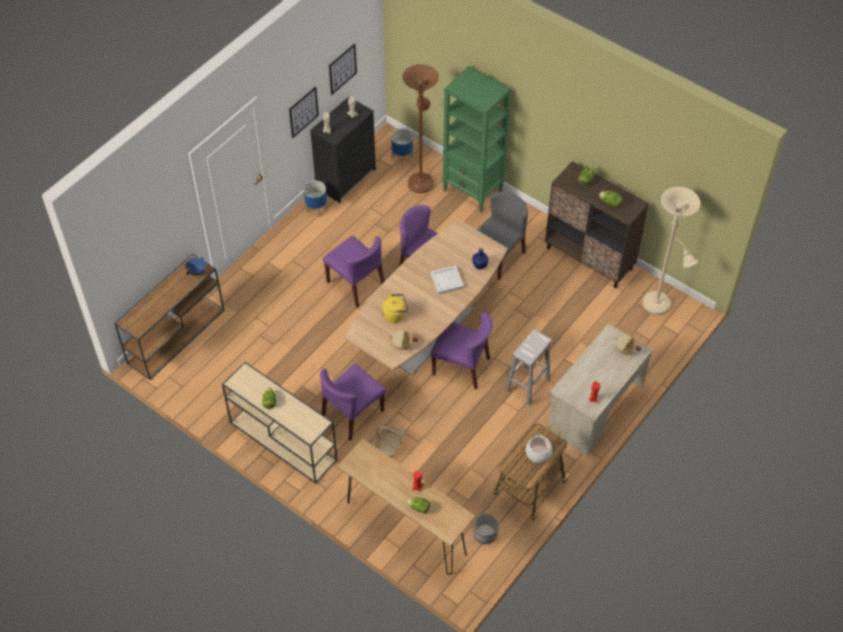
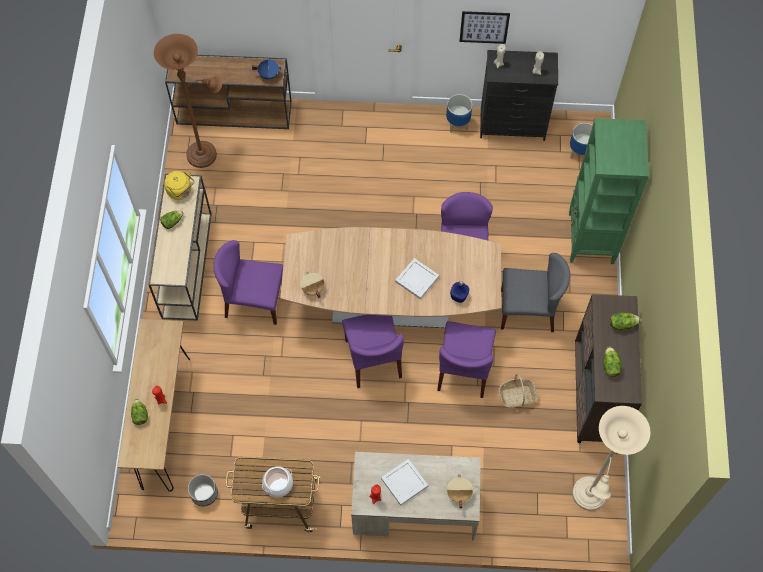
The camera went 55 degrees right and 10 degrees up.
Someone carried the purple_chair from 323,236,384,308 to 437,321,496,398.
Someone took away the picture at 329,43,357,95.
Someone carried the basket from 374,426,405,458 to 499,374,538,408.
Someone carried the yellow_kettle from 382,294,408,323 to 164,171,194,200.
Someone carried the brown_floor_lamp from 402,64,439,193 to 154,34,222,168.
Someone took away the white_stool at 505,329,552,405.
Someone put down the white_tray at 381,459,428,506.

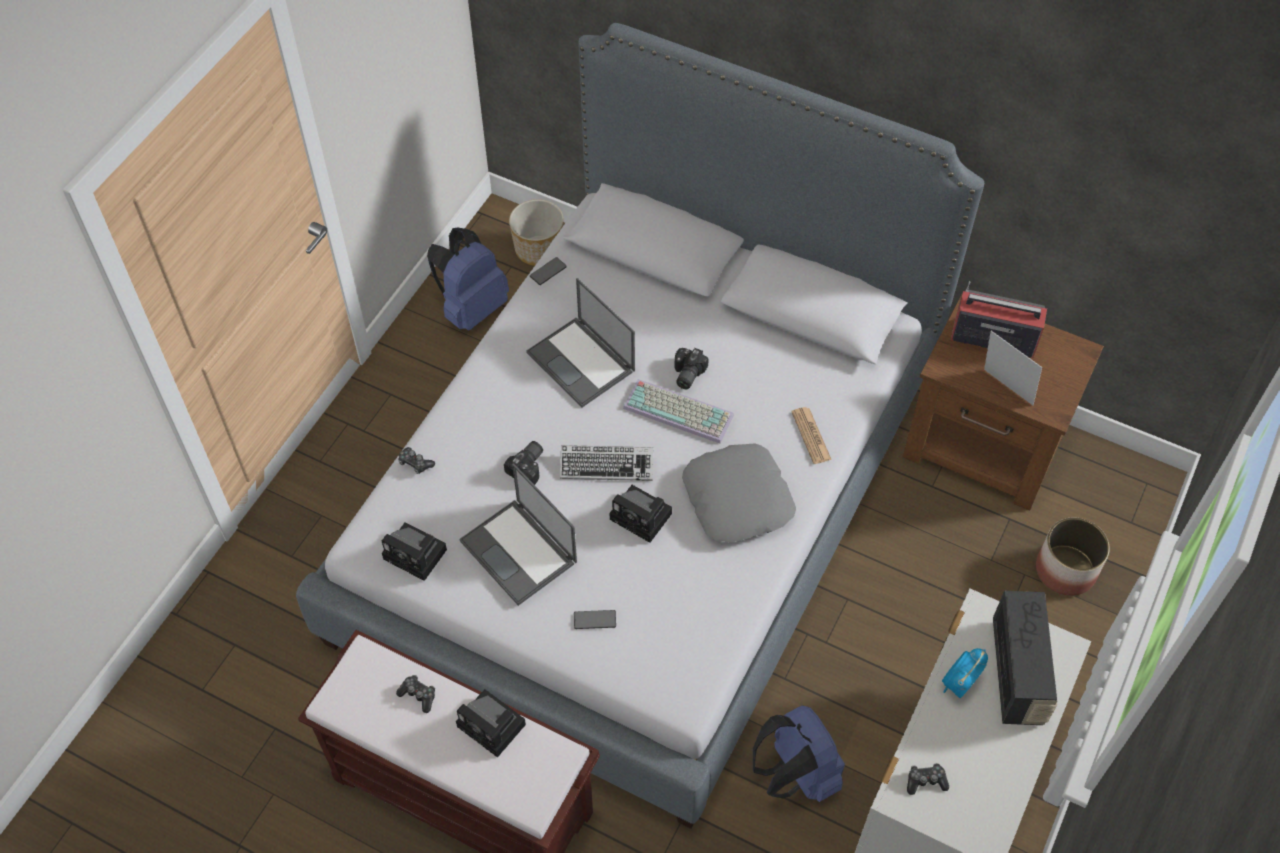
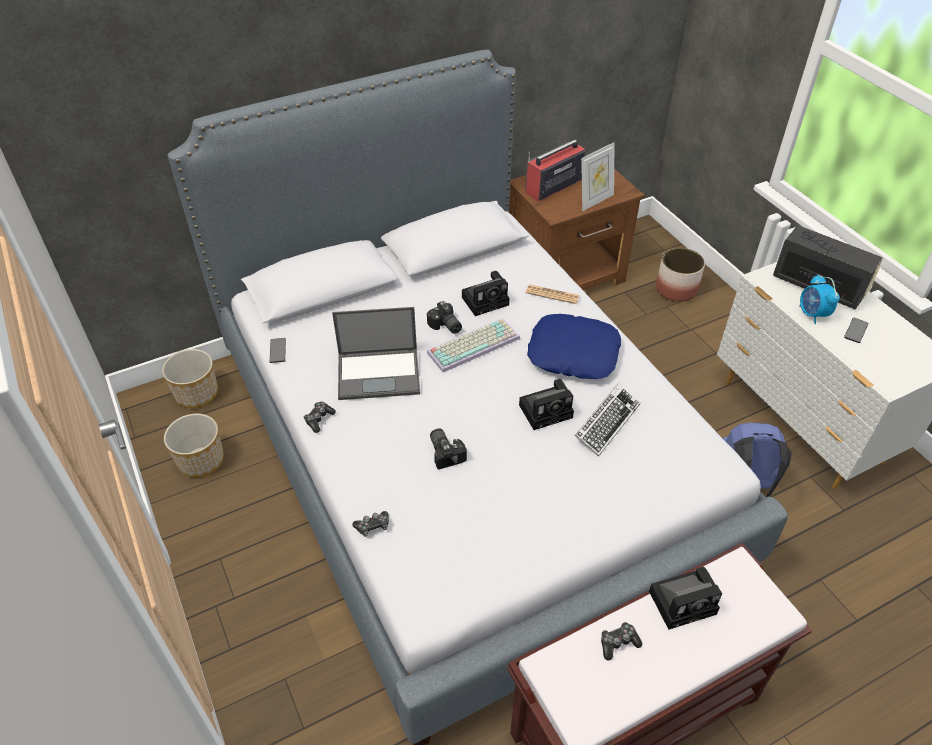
The camera went 55 degrees left and 10 degrees down.
Someone carried the photo_camera from 382,522,447,581 to 462,271,510,316.
Someone swapped the blue_backpack at 427,228,509,331 for the planter at 164,413,224,478.
Someone took away the laptop at 459,463,577,606.
Someone carried the keyboard from 560,445,653,481 to 574,383,641,457.
Someone carried the phone from 574,610,616,629 to 844,318,869,343.
Someone repainted the grey_pillow at 682,443,796,542, which became the blue_pillow at 527,314,621,379.
Someone carried the game_controller from 907,763,949,795 to 304,402,336,433.
Someone rotated the picture_frame at 984,331,1042,405 by 150 degrees clockwise.

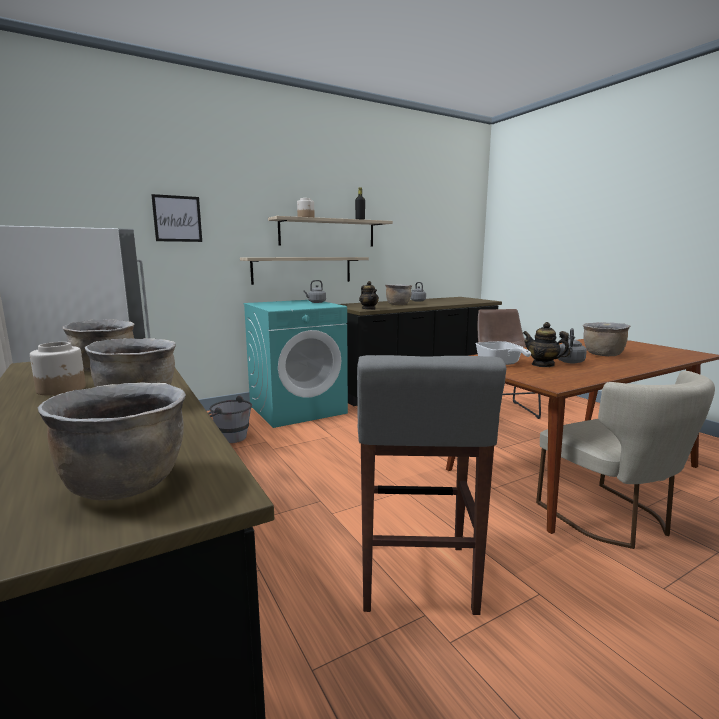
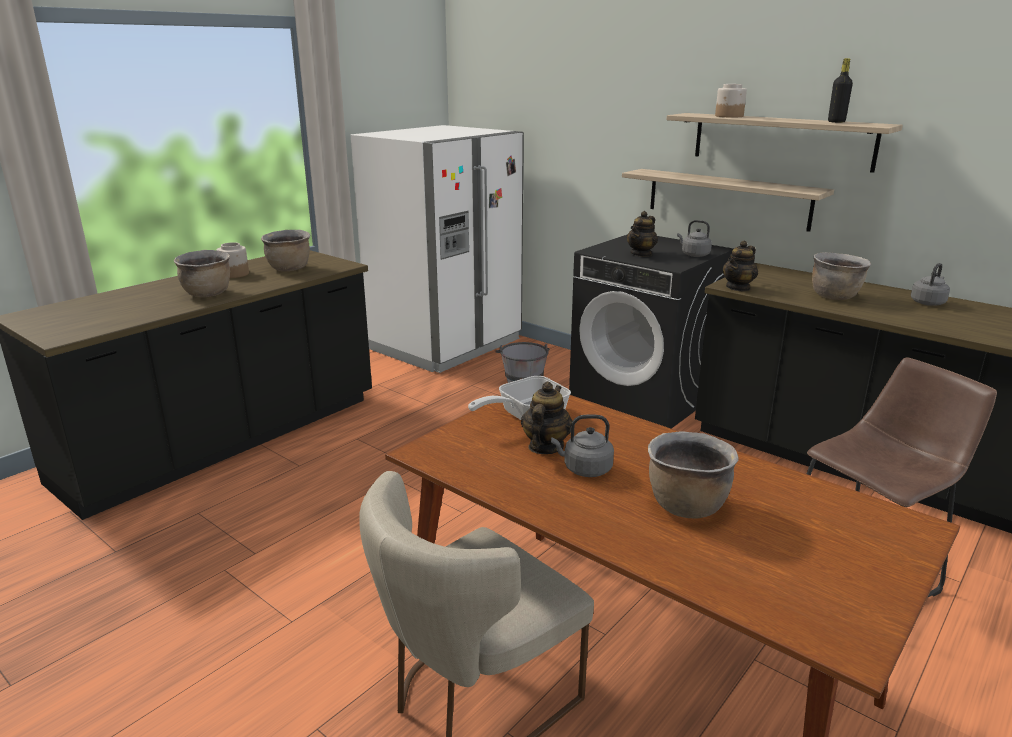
The camera went 70 degrees right and 10 degrees up.
Someone took away the brown_cooking_pot at 38,382,186,501.
Someone took away the picture at 151,194,202,242.
Someone repainted the turquoise_washing_machine at 243,300,348,428, which became the black_washing_machine at 569,235,733,428.
Someone took away the grey_stool at 357,355,506,615.
Someone put down the teapot at 627,211,658,257.

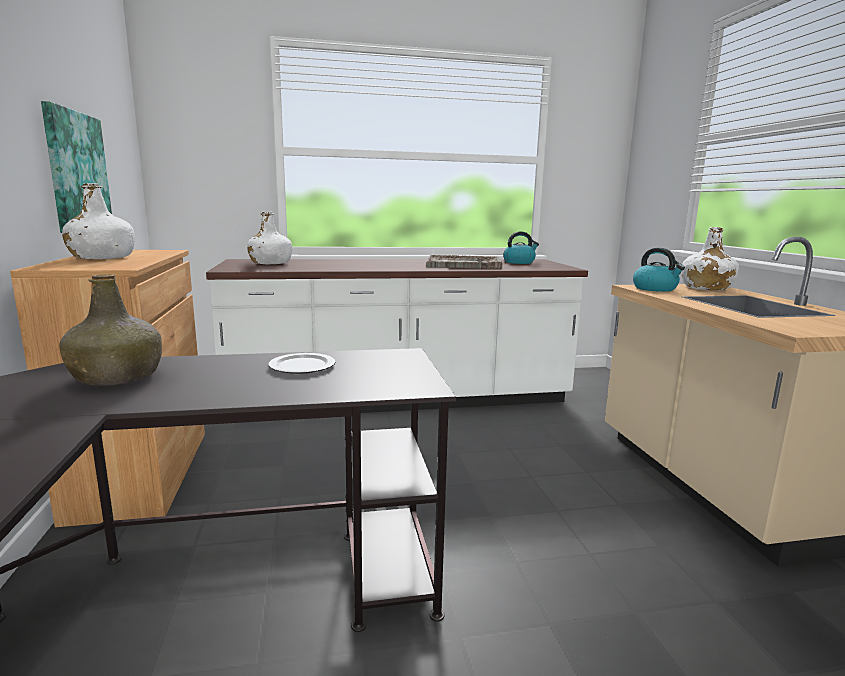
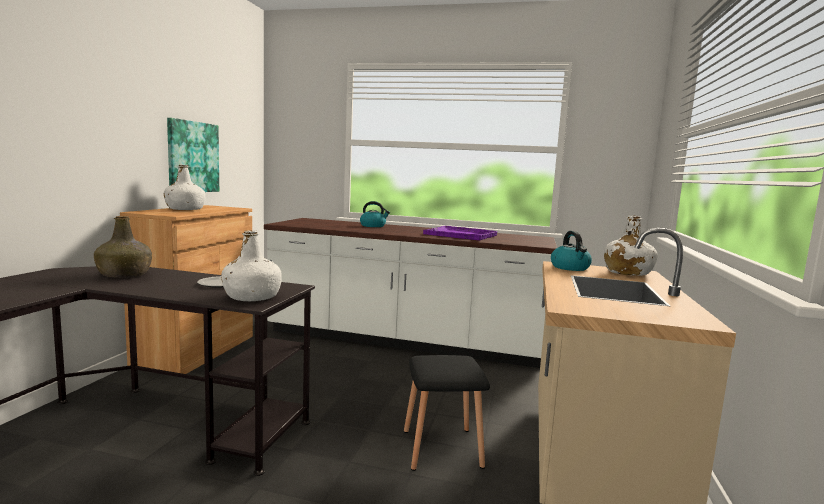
The camera went 25 degrees right and 5 degrees down.
Someone carried the white_bottle from 247,212,292,264 to 221,230,282,301.
Someone repainted the grey_tray at 427,255,503,269, which became the purple_tray at 423,226,497,240.
Someone carried the kettle from 503,231,539,264 to 360,201,390,227.
Someone put down the black_stool at 404,355,490,471.

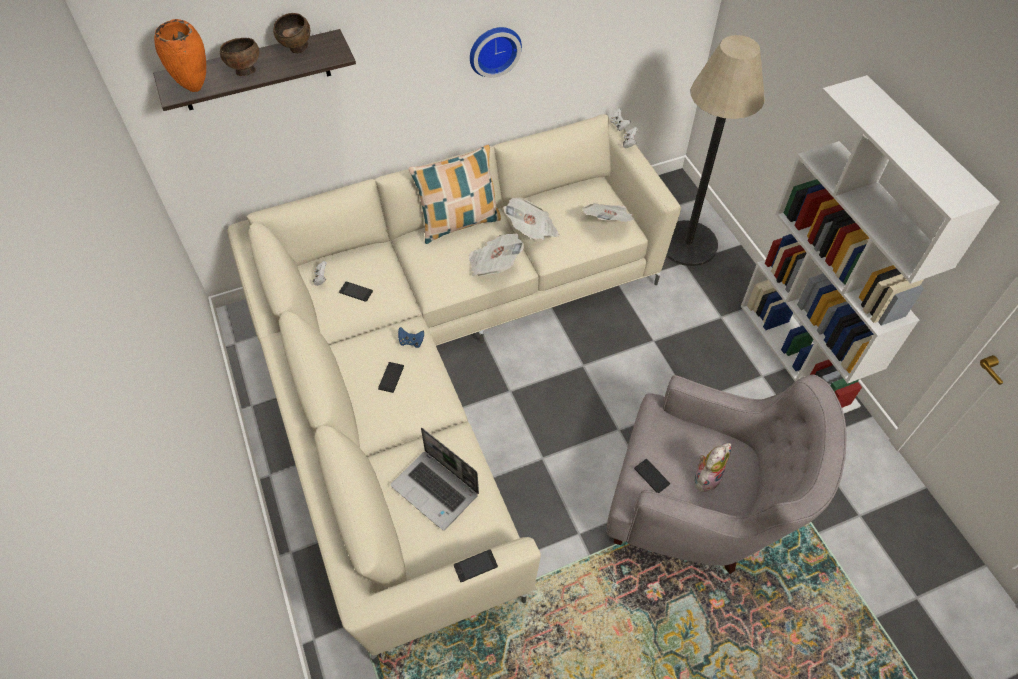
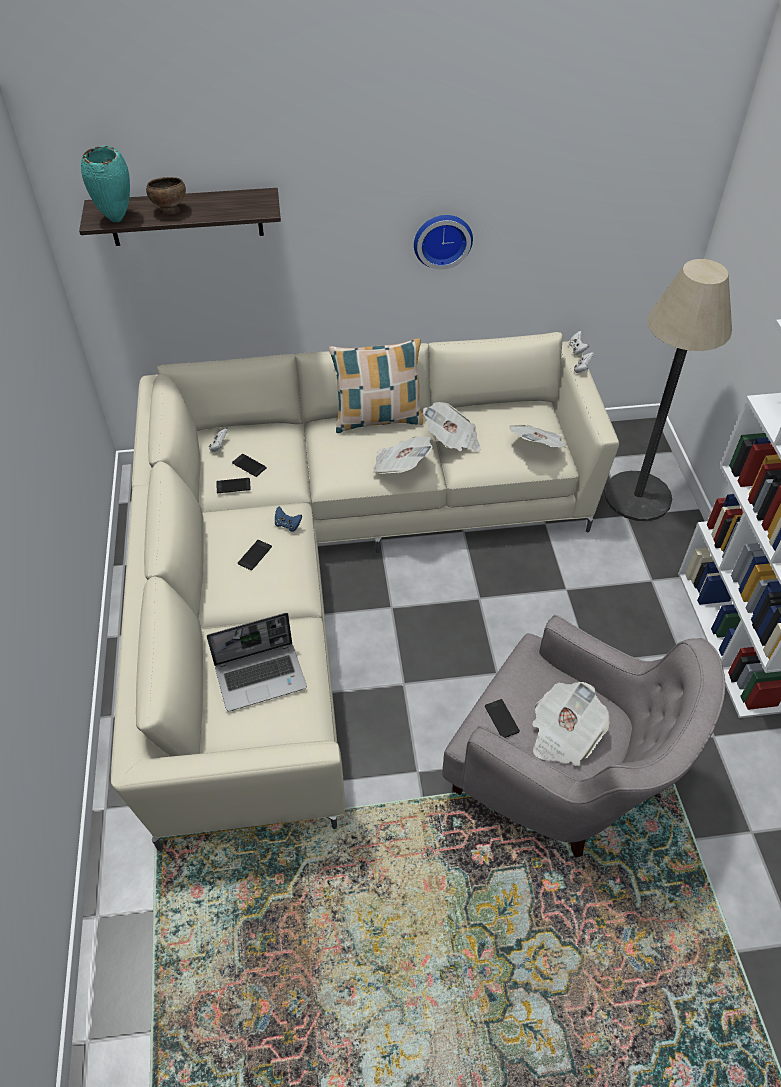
The camera went 15 degrees right and 5 degrees down.
Someone repainted the orange_vase at 154,19,206,92, which became the turquoise_vase at 81,145,130,222.
Someone took away the brown_bowl at 273,13,310,53.
Someone rotated the laptop at 391,427,479,530 by 75 degrees counterclockwise.
Someone carried the phone from 454,549,498,582 to 216,478,251,493.
Someone swapped the plush_toy at 694,443,731,492 for the newspaper at 532,682,610,766.

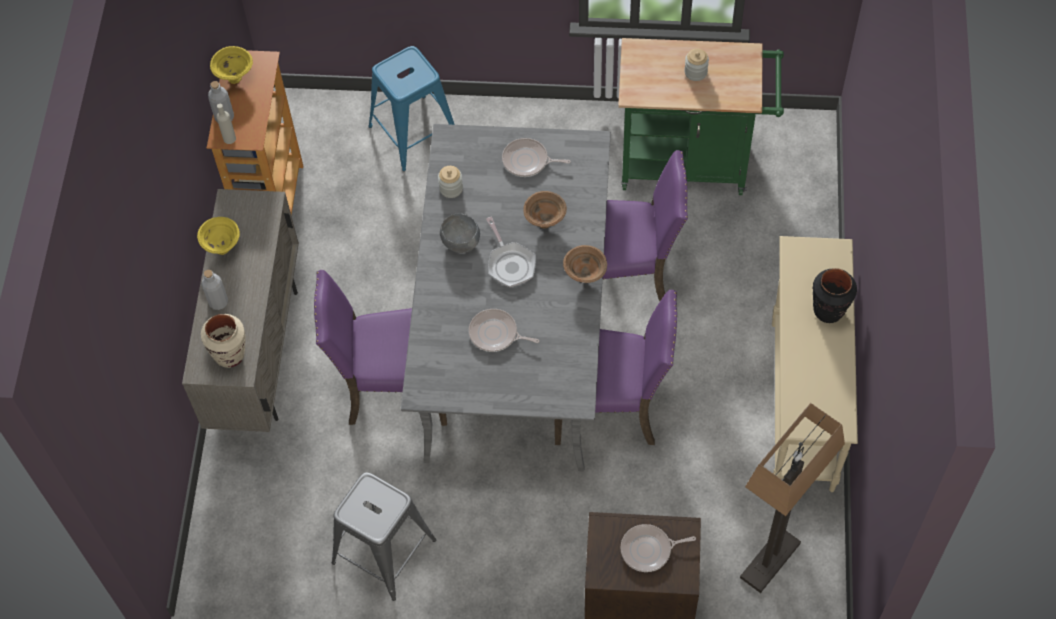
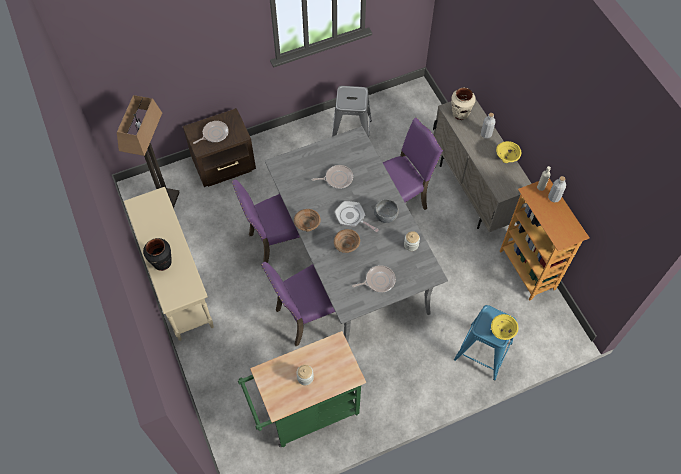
The camera went 150 degrees right and 0 degrees up.
Someone carried the yellow_bowl from 210,46,253,84 to 491,314,518,340.

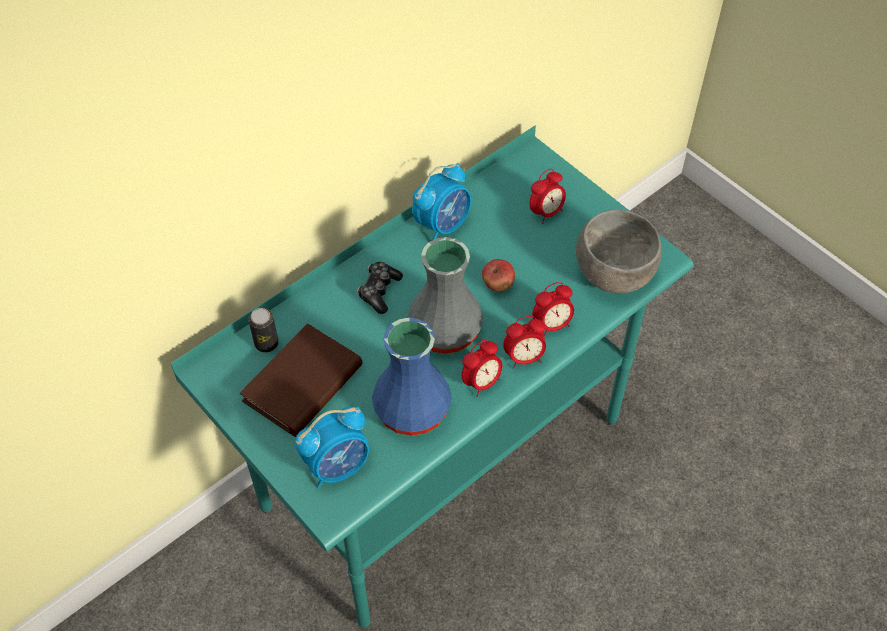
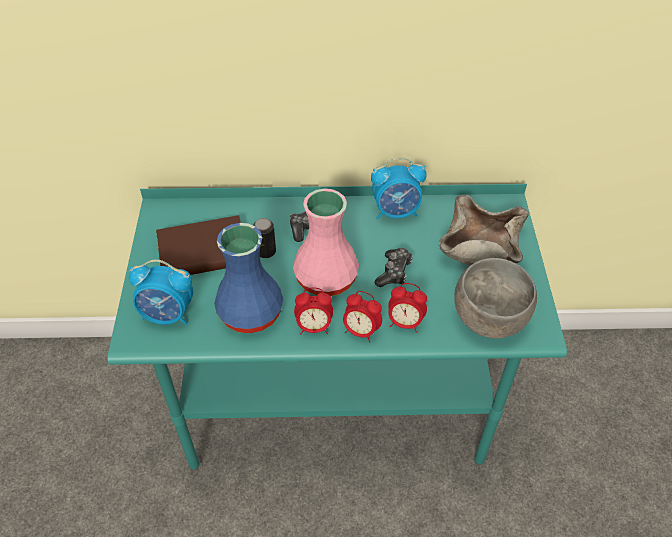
The camera went 40 degrees right and 5 degrees down.
Someone carried the can from 248,308,279,353 to 253,218,276,258.
Someone repainted the grey_vase at 408,237,483,354, which became the pink_vase at 293,189,359,296.
Someone swapped the apple at 482,259,515,292 for the game_controller at 375,248,413,287.
Someone swapped the alarm_clock at 530,169,566,224 for the beige_bowl at 439,195,529,266.

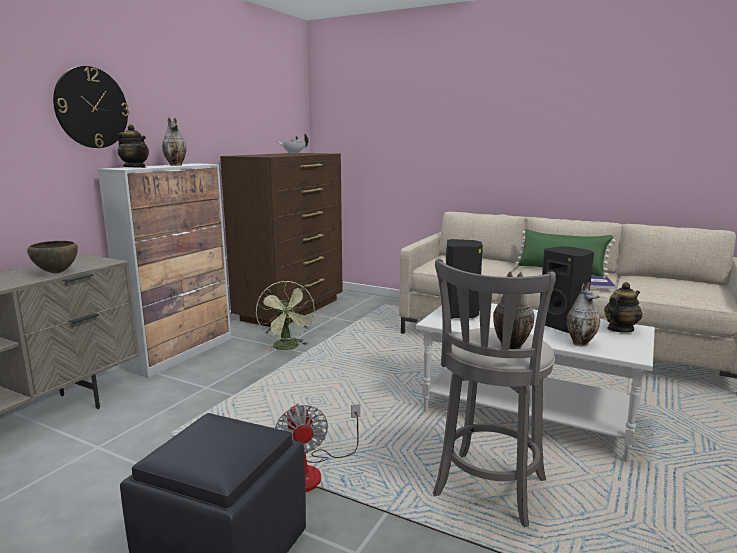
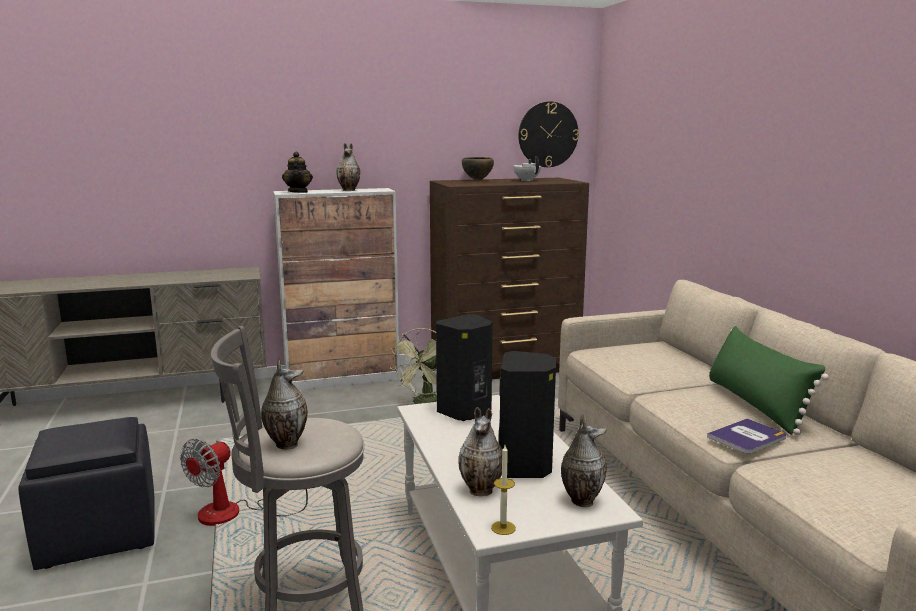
The camera went 45 degrees right and 0 degrees up.
Someone carried the brown_bowl from 27,241,78,273 to 462,157,494,180.
Someone carried the wall_clock from 53,66,129,148 to 518,102,579,167.
Someone swapped the teapot at 604,282,643,333 for the vase at 561,414,607,507.
Someone put down the candle at 491,445,516,535.

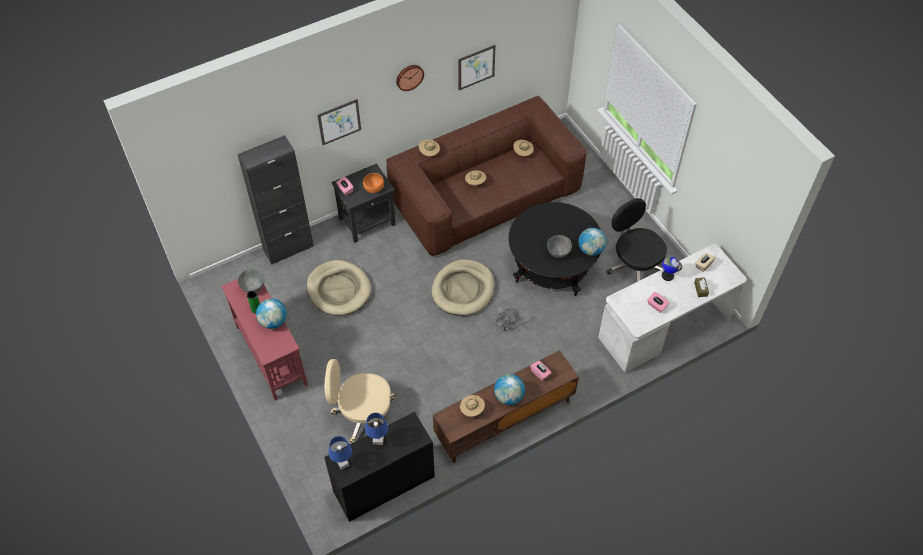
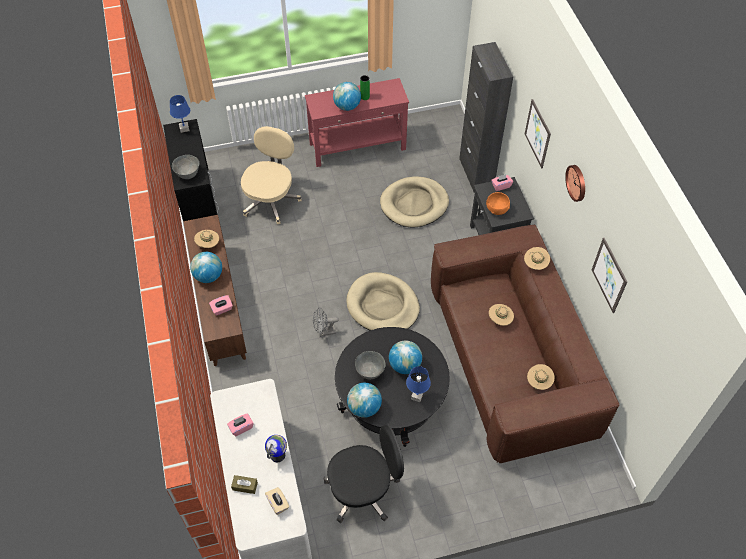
The camera went 105 degrees right and 0 degrees up.
Someone carried the grey_bowl from 238,269,265,292 to 172,155,199,179.
Someone carried the blue_table_lamp from 365,413,388,445 to 406,366,431,402.
Someone put down the globe at 389,341,422,374.

